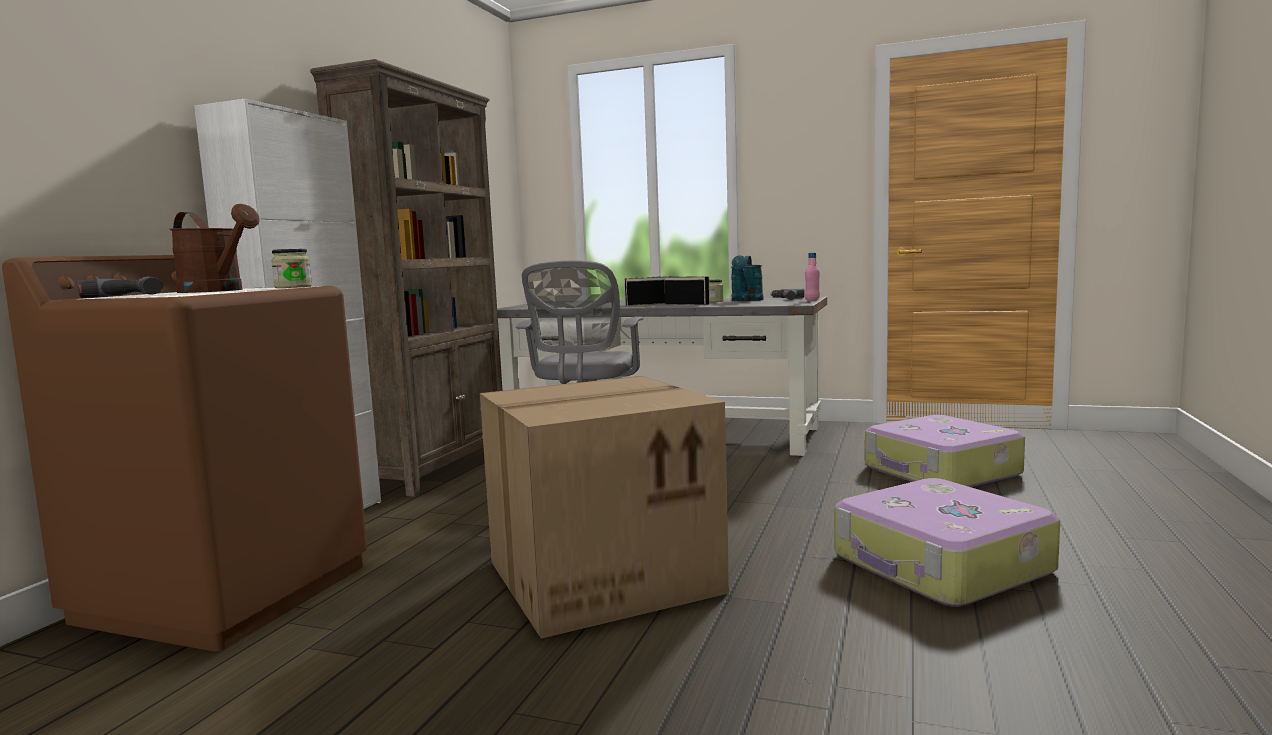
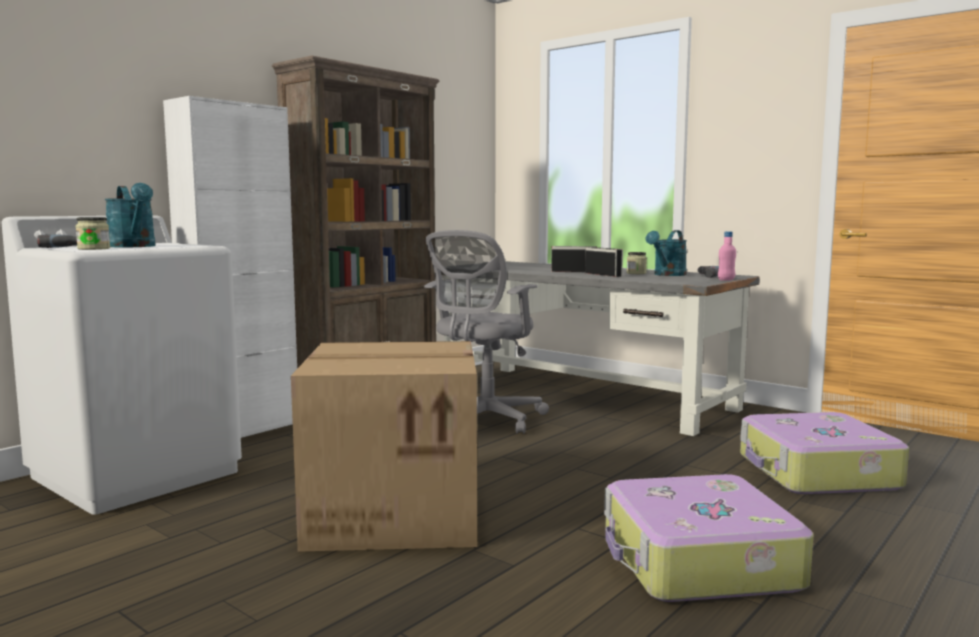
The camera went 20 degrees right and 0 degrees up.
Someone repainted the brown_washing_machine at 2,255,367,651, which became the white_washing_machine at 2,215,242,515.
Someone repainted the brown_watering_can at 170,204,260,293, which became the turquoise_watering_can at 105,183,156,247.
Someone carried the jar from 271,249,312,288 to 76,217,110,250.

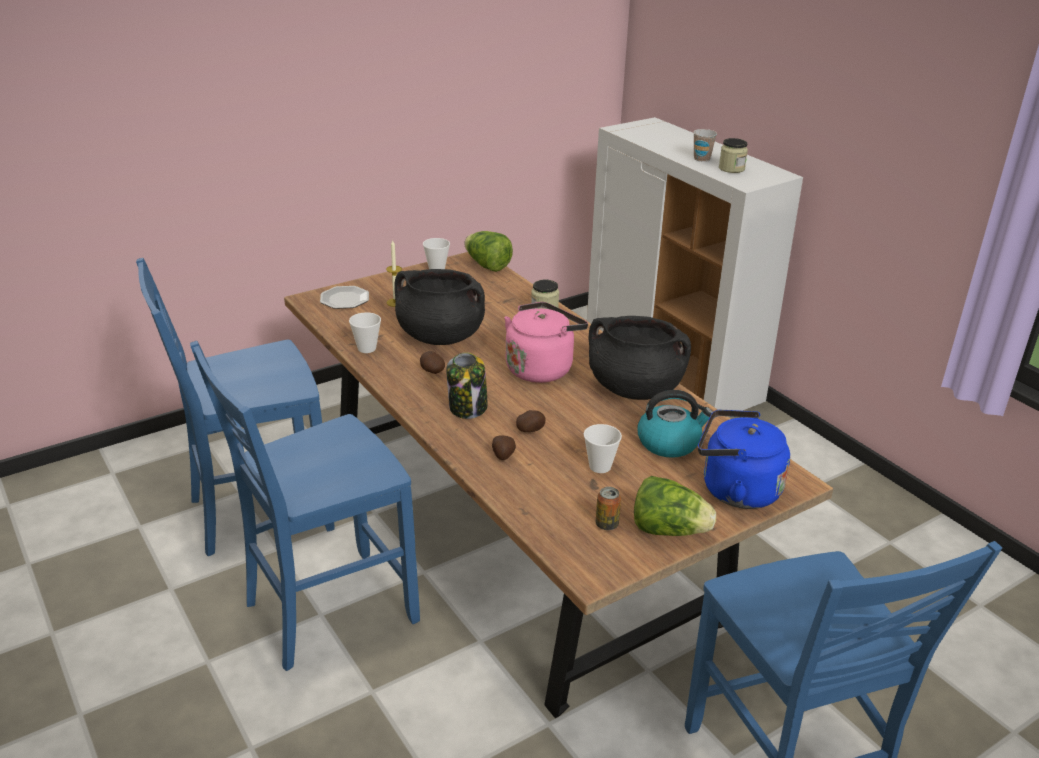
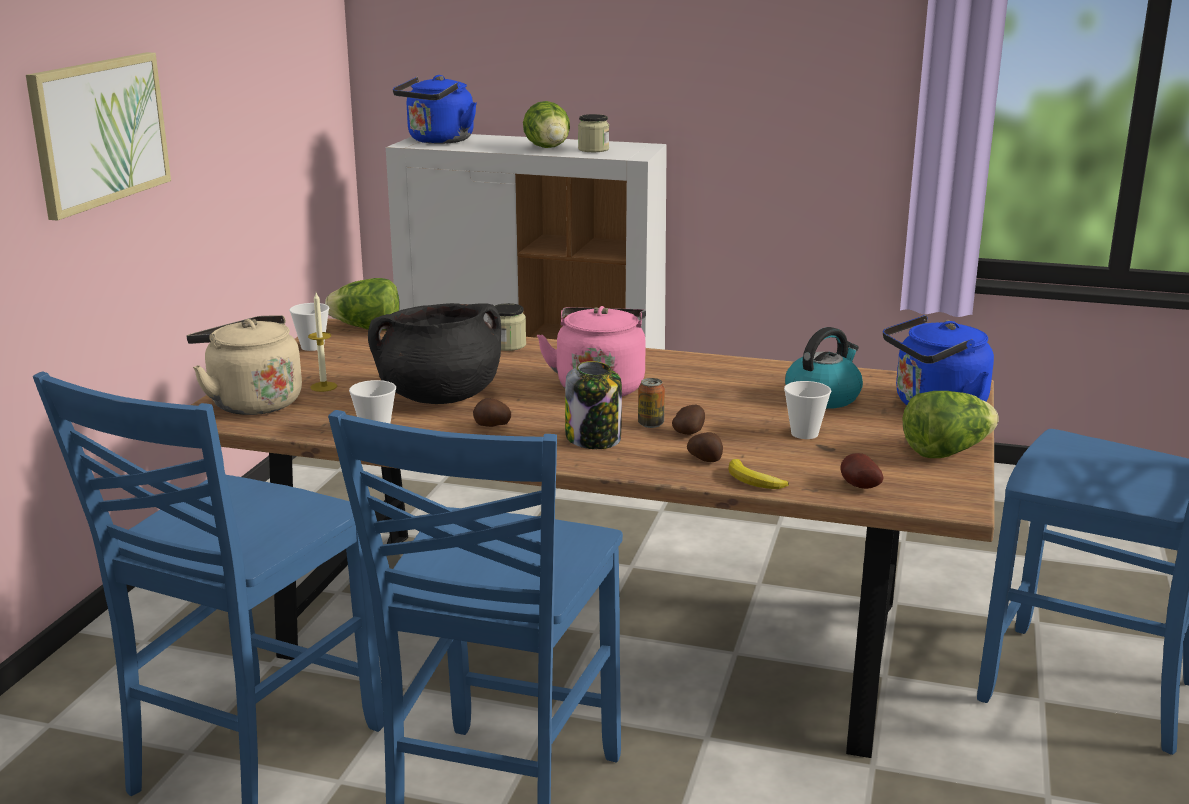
The camera went 40 degrees left and 10 degrees down.
Someone swapped the plate at 320,286,369,309 for the beige_kettle at 187,315,302,415.
Someone took away the black_cooking_pot at 588,316,691,400.
Someone carried the can from 596,487,621,530 to 638,378,665,428.
Someone swapped the cup at 693,129,717,162 for the lettuce at 523,101,570,148.
Someone put up the picture at 26,52,171,221.
Someone put down the blue_kettle at 393,75,477,144.
Someone put down the banana at 729,459,789,489.
Someone put down the potato at 840,453,884,489.

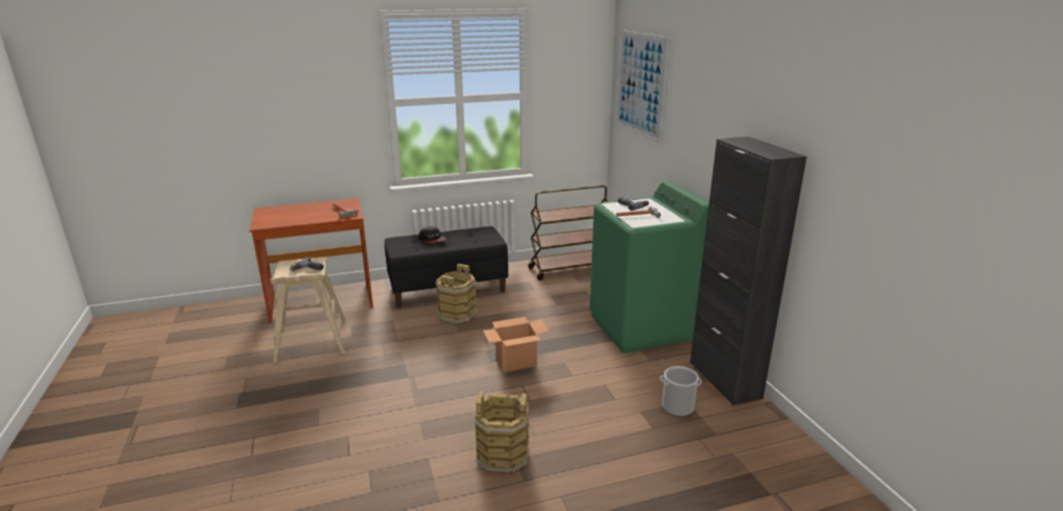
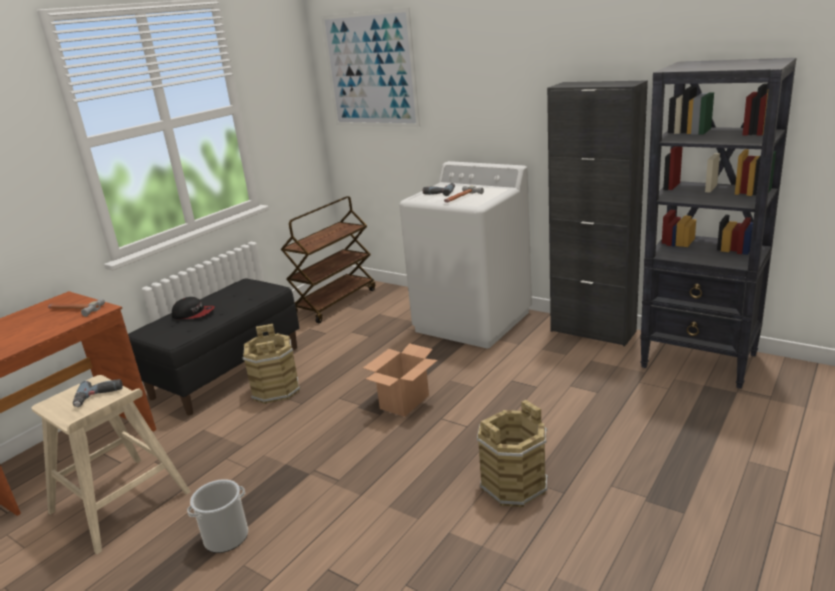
The camera went 35 degrees left and 0 degrees up.
Someone repainted the green_washing_machine at 590,180,709,353, which became the white_washing_machine at 399,161,532,348.
Someone carried the bucket from 660,366,702,417 to 187,479,248,553.
Someone put down the black_bookcase at 640,58,797,389.

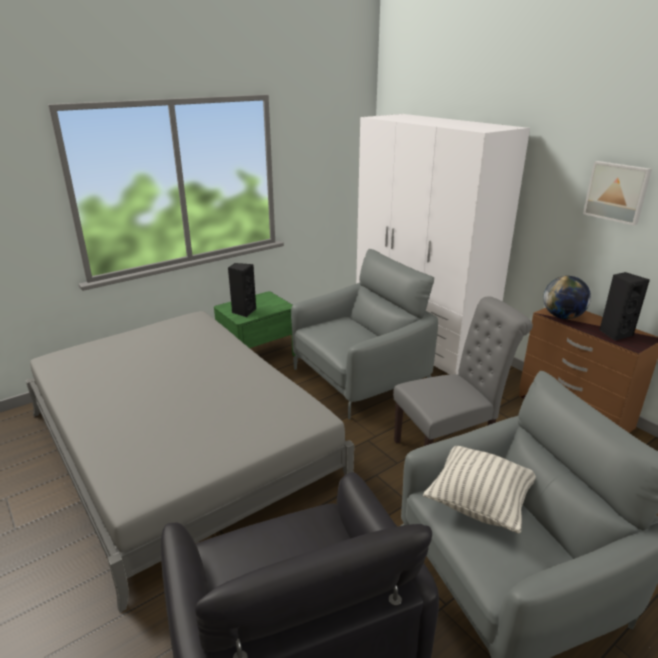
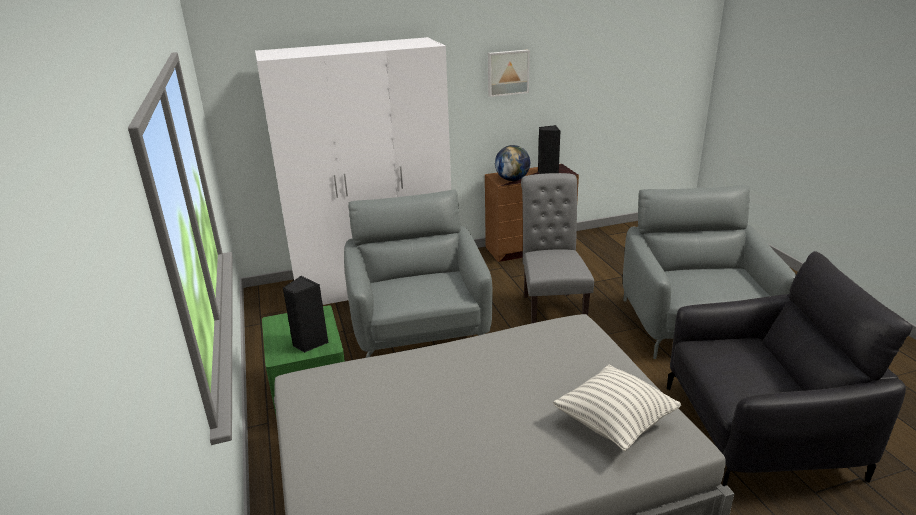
The camera went 70 degrees left and 0 degrees up.
Someone carried the pillow from 423,446,536,534 to 553,364,681,451.

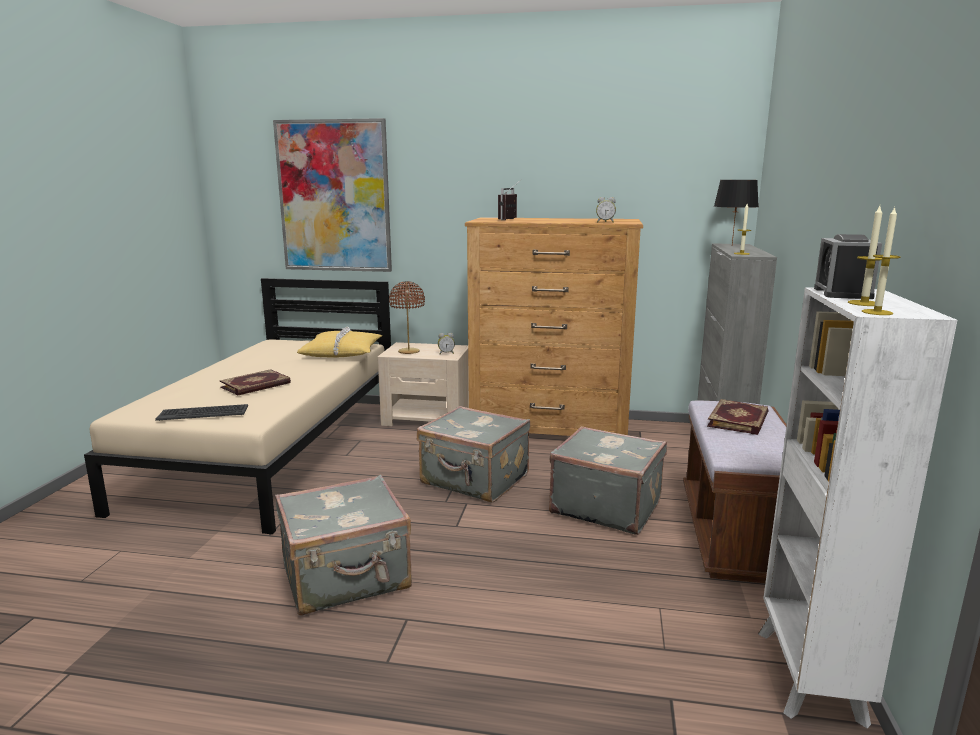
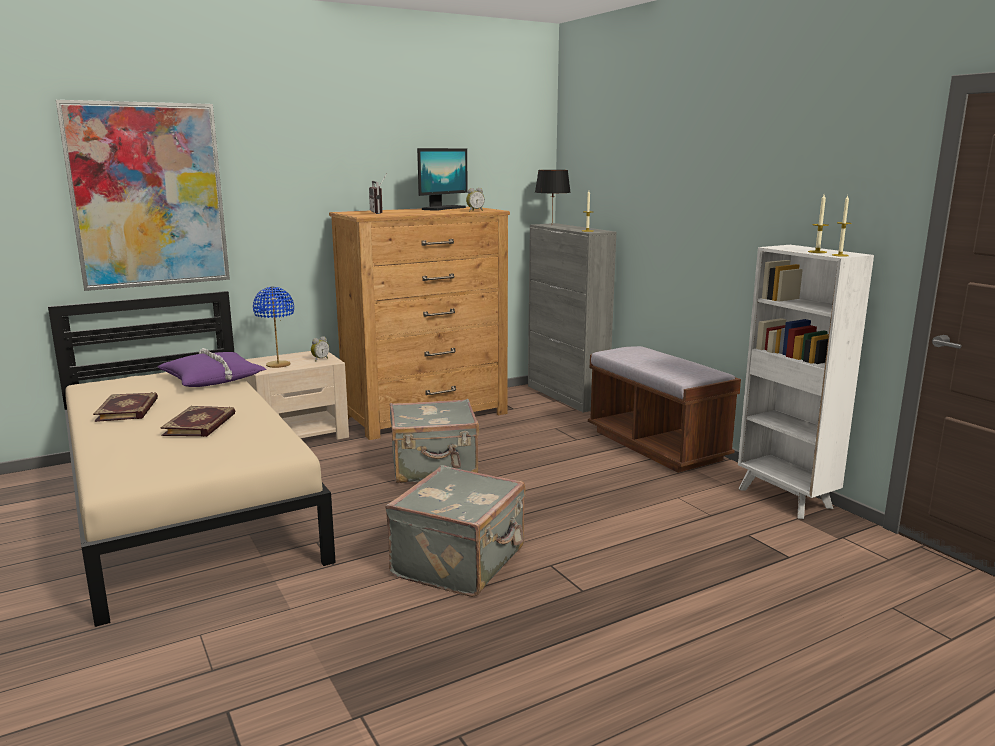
The camera went 40 degrees left and 0 degrees up.
Someone took away the keyboard at 155,404,248,421.
Someone repainted the yellow_pillow at 297,326,382,358, which became the purple_pillow at 157,348,267,387.
Someone repainted the brown_table_lamp at 389,281,425,354, which became the blue_table_lamp at 253,287,294,368.
Someone took away the grey_suitcase at 549,426,667,535.
Someone carried the book from 707,399,769,435 to 93,392,158,422.
Someone took away the alarm_clock at 814,234,882,299.
Someone put down the monitor at 417,148,468,211.

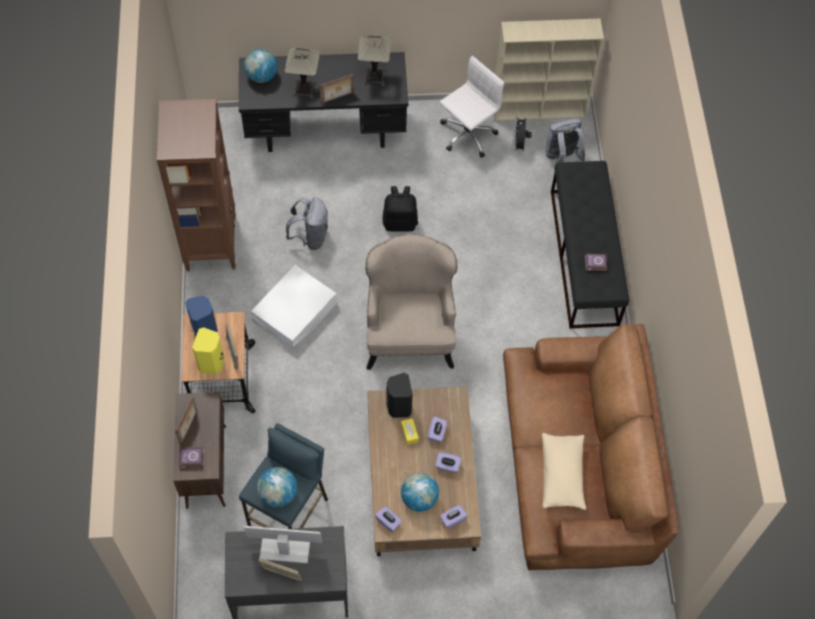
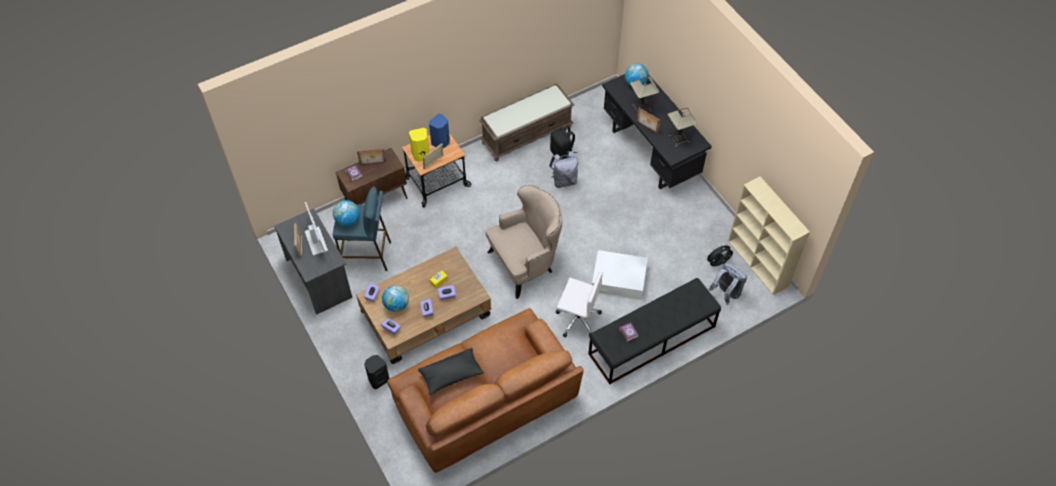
The camera went 65 degrees right and 5 degrees down.
Someone swapped the brown_bookcase at 157,99,236,271 for the brown_bench at 479,83,574,161.
Someone carried the white_storage_box from 251,265,337,351 to 592,250,648,299.
Someone carried the black_backpack from 383,186,418,232 to 550,125,577,159.
Someone carried the black_speaker from 386,373,413,418 to 364,355,389,389.
Someone carried the white_office_chair from 440,56,504,158 to 556,271,604,338.
Someone repainted the beige_pillow at 542,433,586,510, which became the black_pillow at 418,348,484,395.

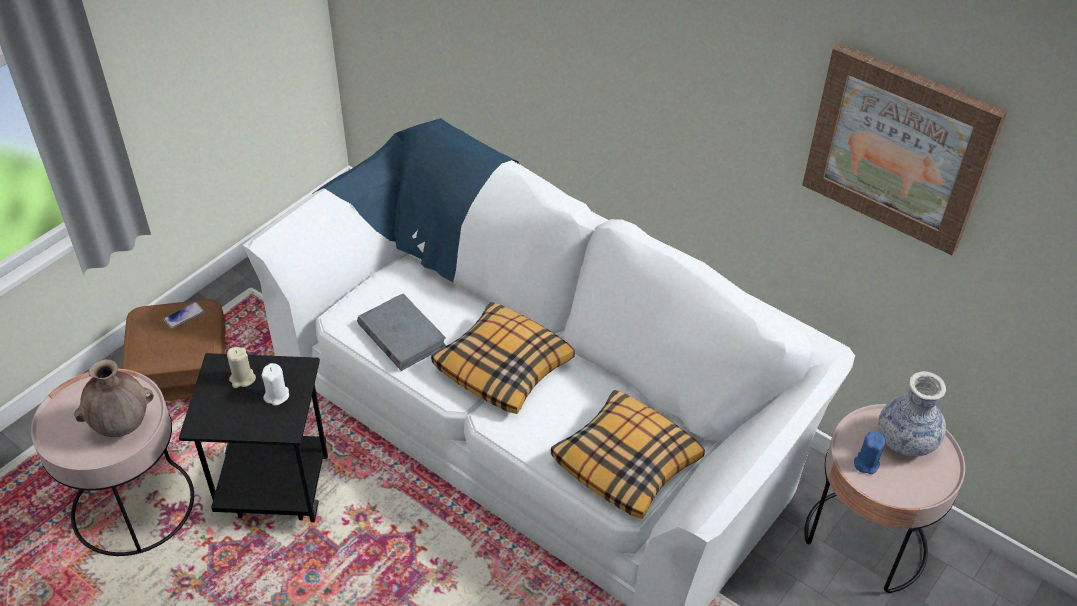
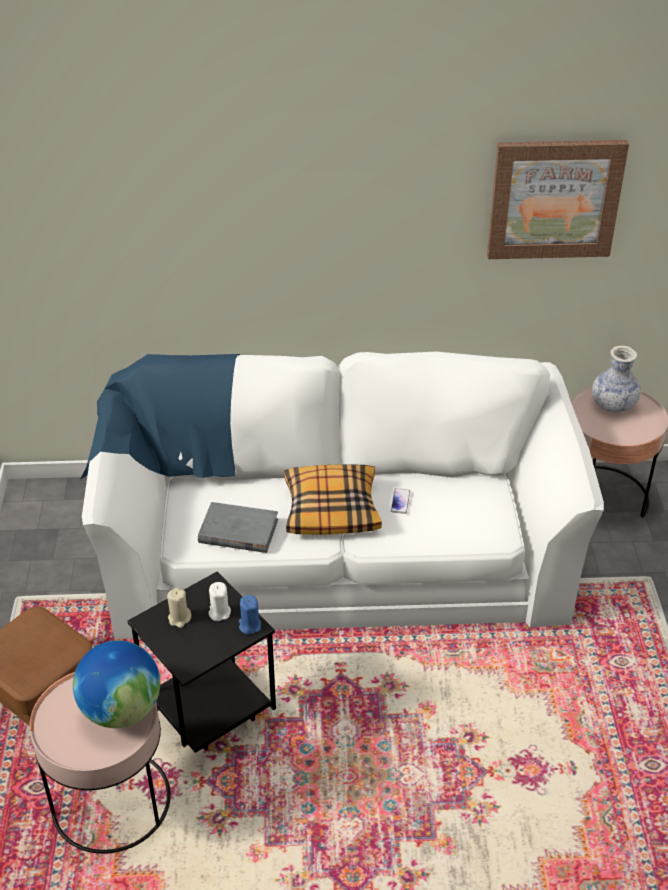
The camera went 40 degrees left and 5 degrees down.
Someone swapped the brown_vase at 74,359,154,437 for the globe at 73,640,160,728.
Someone carried the phone from 164,302,204,329 to 391,488,410,514.
Someone took away the pillow at 551,390,705,519.
Someone carried the blue_candle from 854,432,885,474 to 239,595,261,635.

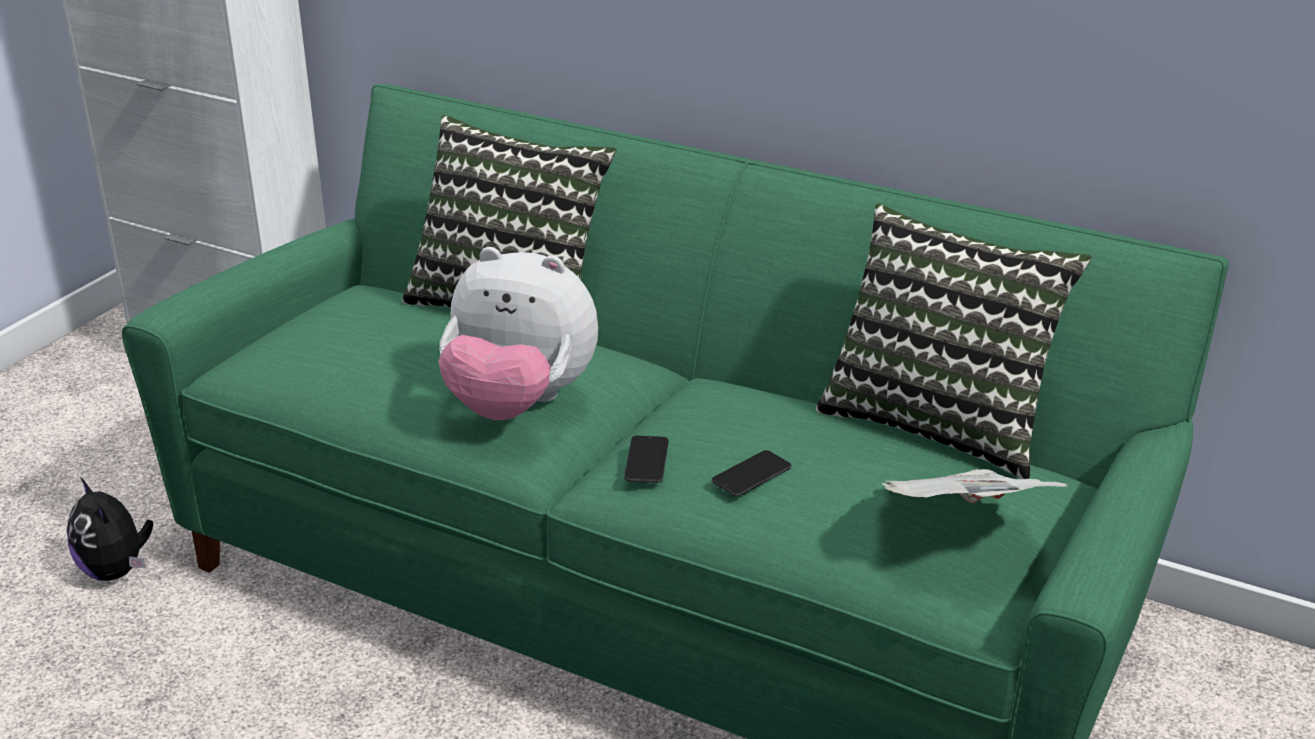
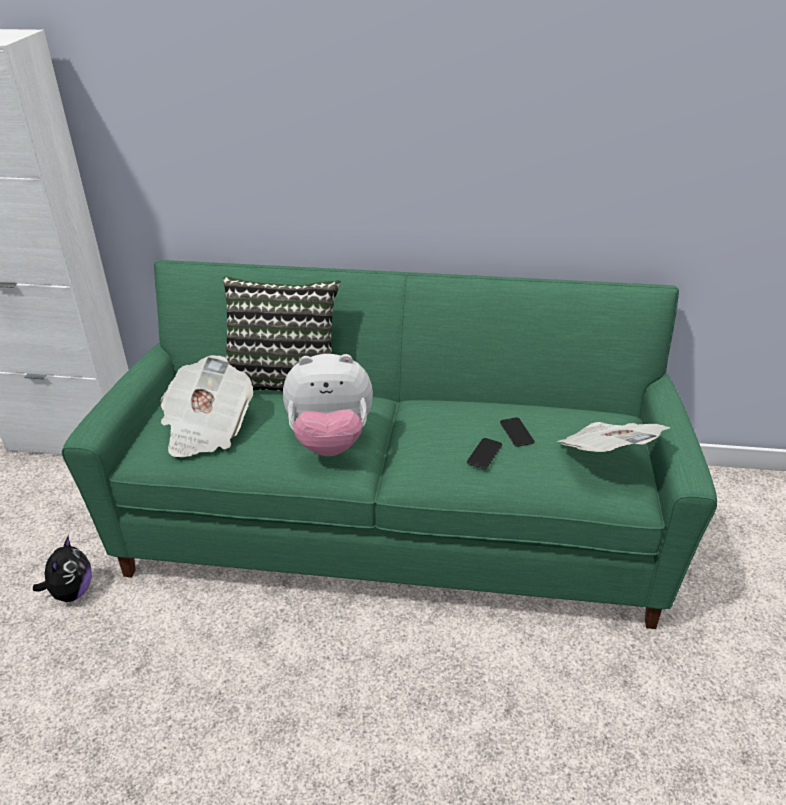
The camera went 20 degrees left and 5 degrees up.
Someone rotated the plush_toy at 67,477,153,581 by 120 degrees counterclockwise.
Someone carried the phone from 624,435,669,483 to 500,417,535,447.
Someone took away the pillow at 816,204,1092,479.
Someone put down the newspaper at 160,355,253,457.

